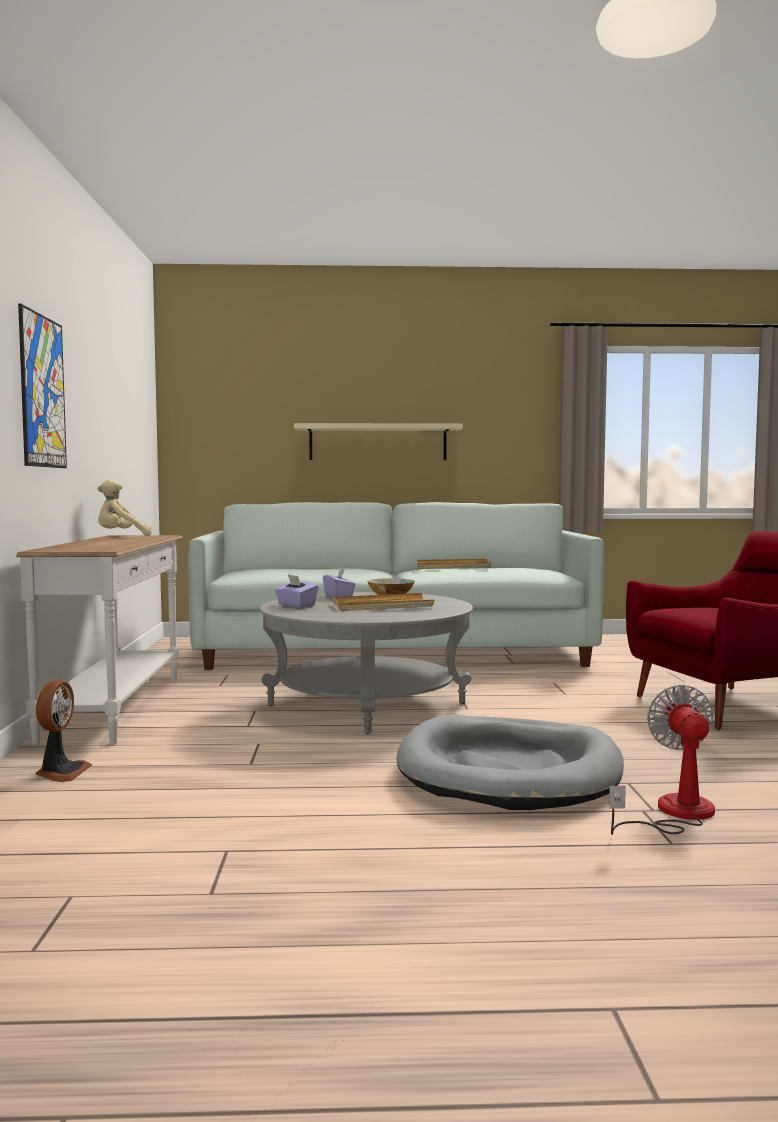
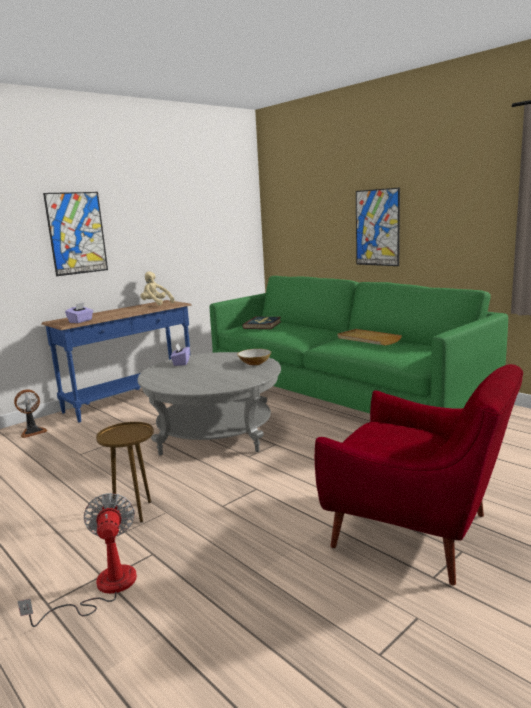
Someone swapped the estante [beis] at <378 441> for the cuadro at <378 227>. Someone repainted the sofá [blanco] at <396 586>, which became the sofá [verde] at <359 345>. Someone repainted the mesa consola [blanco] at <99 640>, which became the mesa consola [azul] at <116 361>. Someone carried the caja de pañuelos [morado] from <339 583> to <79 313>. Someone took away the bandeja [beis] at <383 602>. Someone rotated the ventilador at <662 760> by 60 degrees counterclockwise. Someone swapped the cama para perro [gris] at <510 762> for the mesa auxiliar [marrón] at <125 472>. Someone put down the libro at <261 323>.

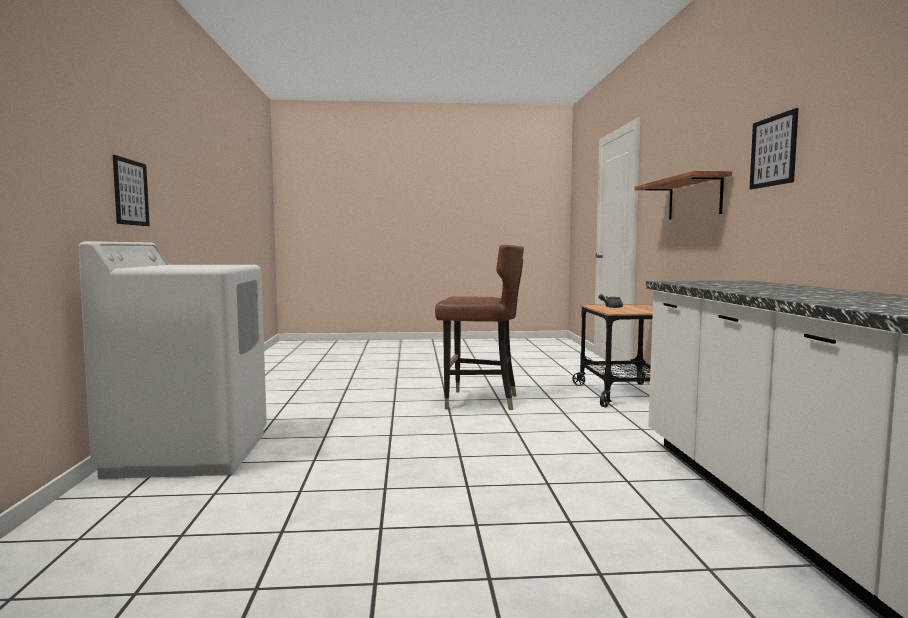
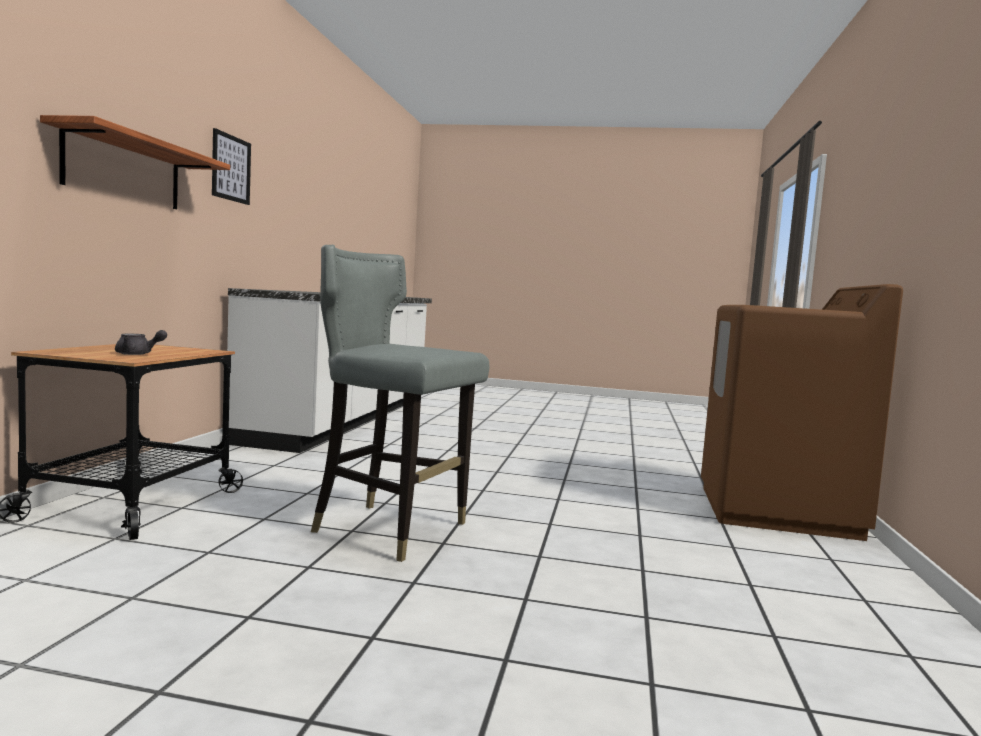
Someone took away the cuadro at <131 190>. Someone repainted the lavadora [blanco] at <172 360>, which became the lavadora [marrón] at <802 412>. Someone repainted the silla [marrón] at <479 327>, which became the silla [gris] at <400 403>.

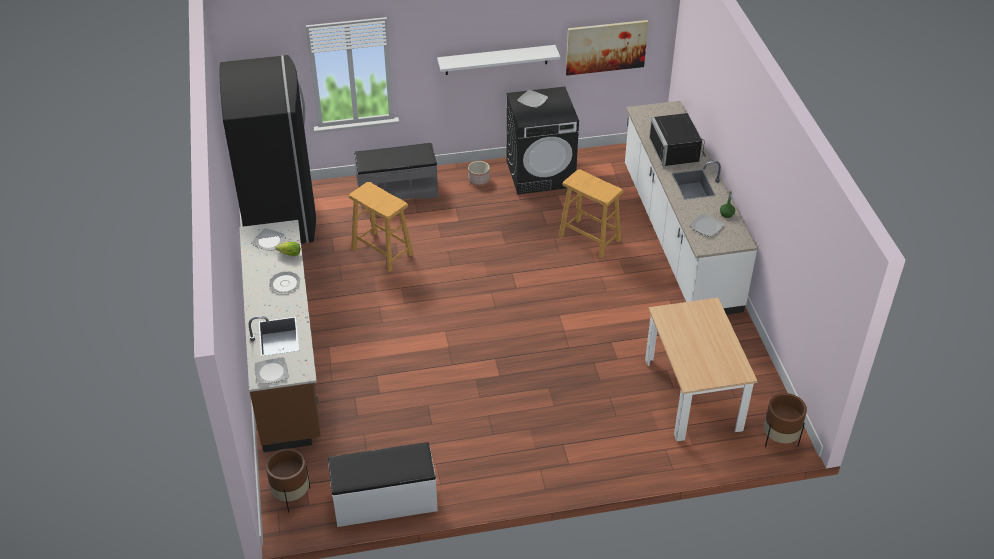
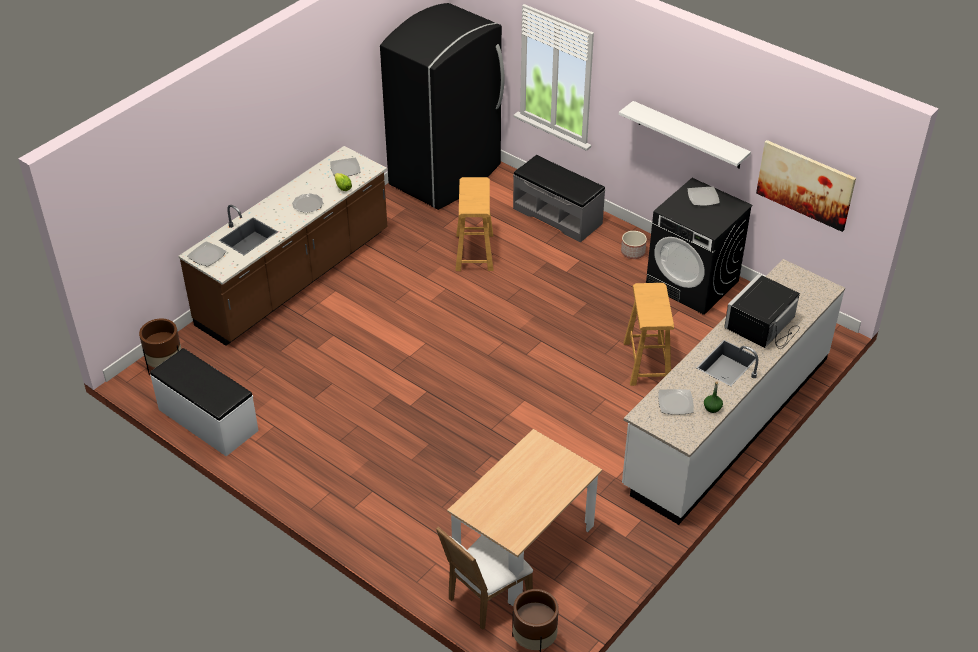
Someone put down the silla [blanco] at <484 578>.

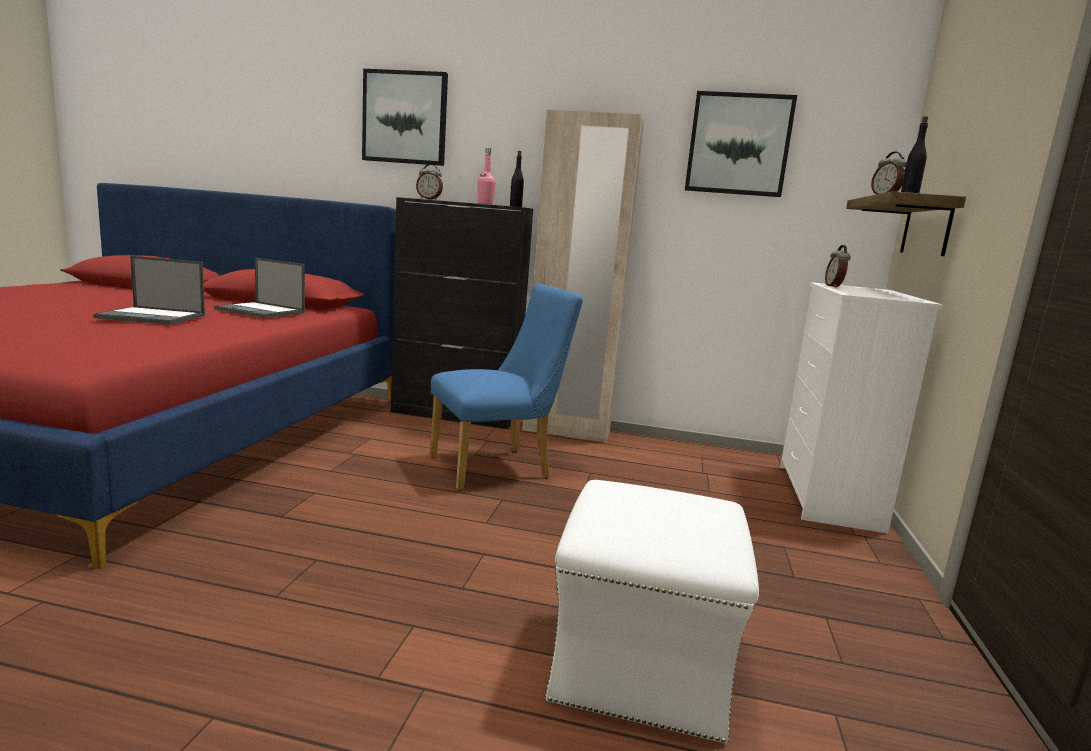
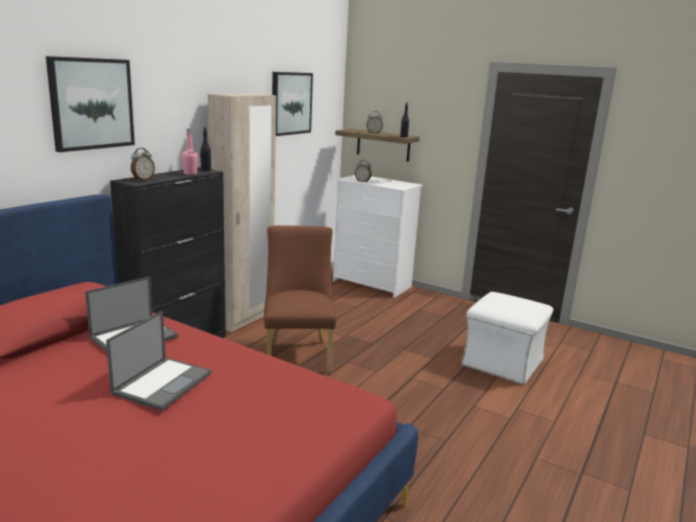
Someone repainted the silla [azul] at <506 387>, which became the silla [marrón] at <300 299>.

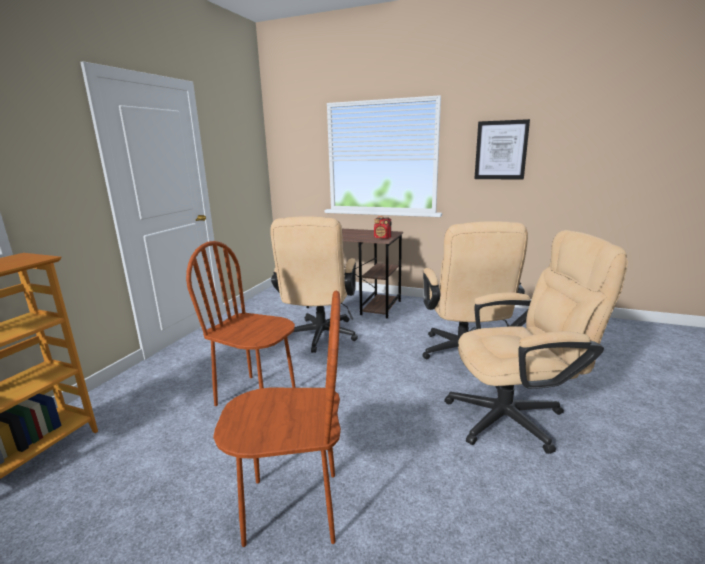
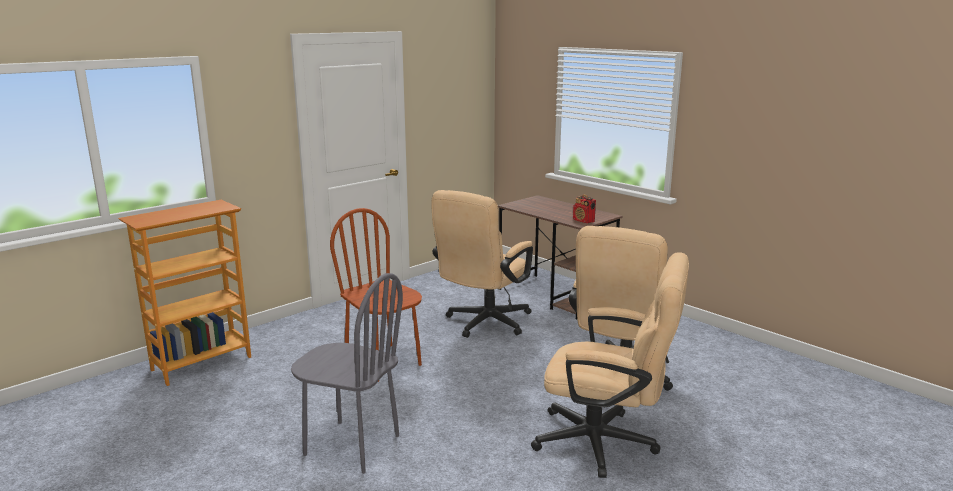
Someone took away the cuadro at <502 149>. Someone repainted the silla [marrón] at <277 419>, which became the silla [gris] at <347 373>.

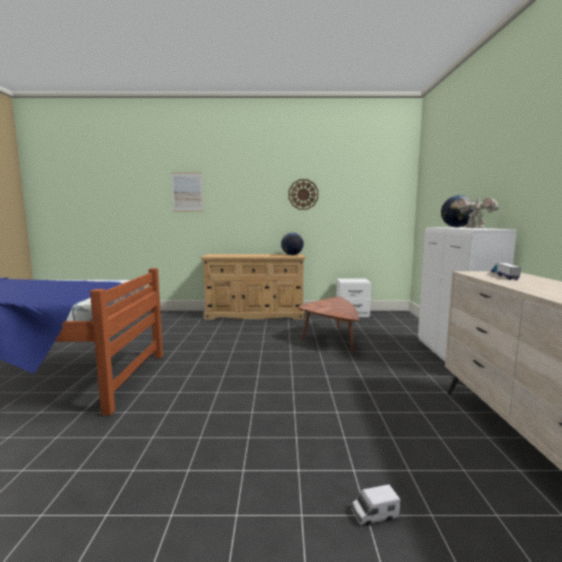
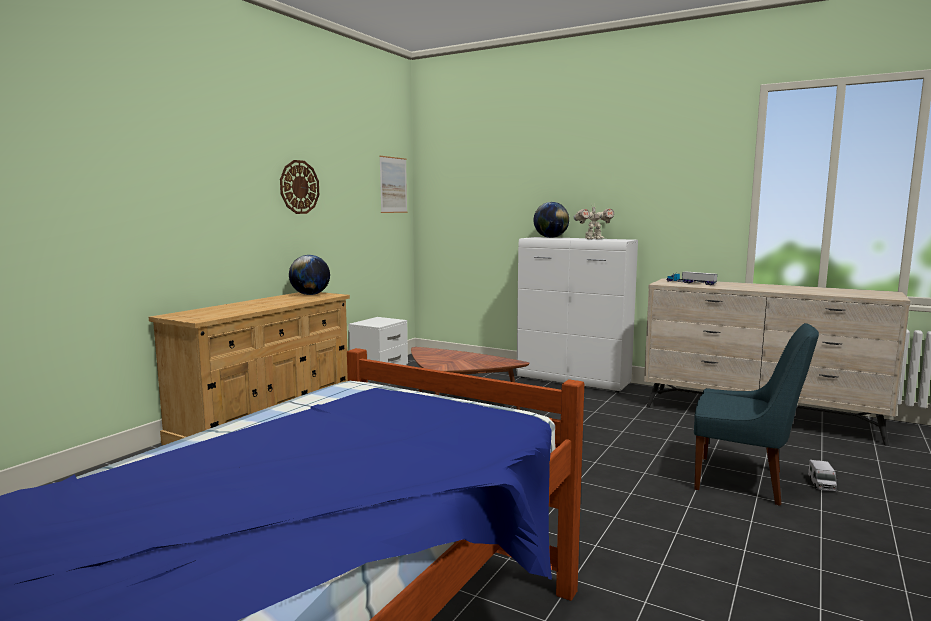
Someone carried the cuadro from <187 192> to <393 184>. Someone put down the silla [azul] at <756 414>.

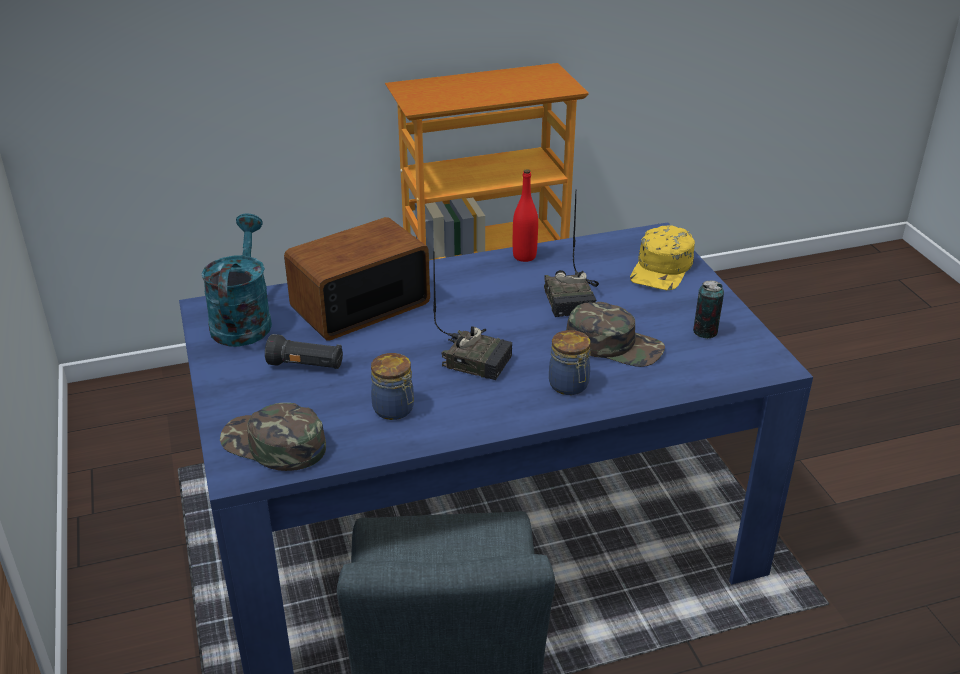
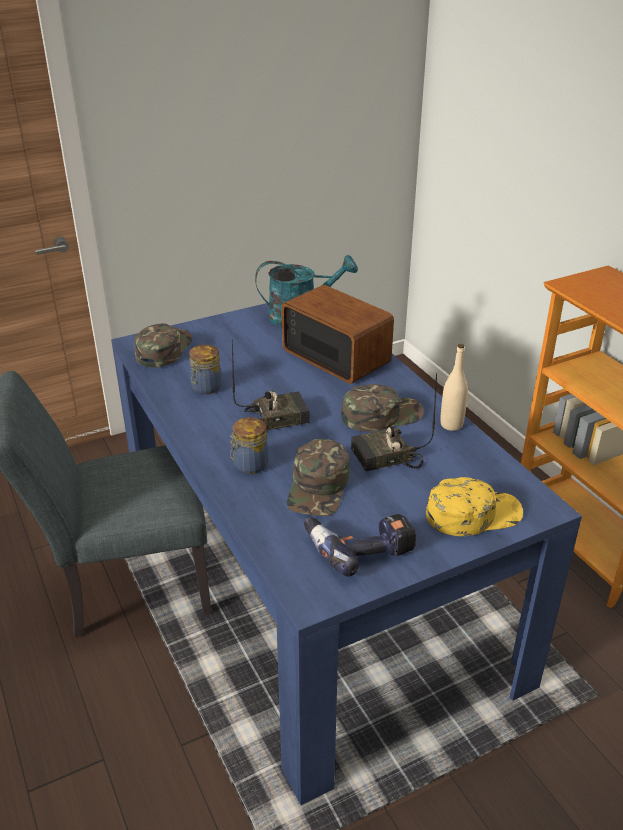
Someone repainted the botella [rojo] at <525 215>, which became the botella [beis] at <454 387>. Someone rotated the gorra [amarillo] at <662 257> by 150 degrees clockwise. Someone rotated the radio at <472 315> by 120 degrees counterclockwise. Someone swapped the lata at <708 309> for the taladro at <360 545>. Someone took away the linterna [negro] at <304 351>. Someone put down the gorra [verde] at <382 408>.

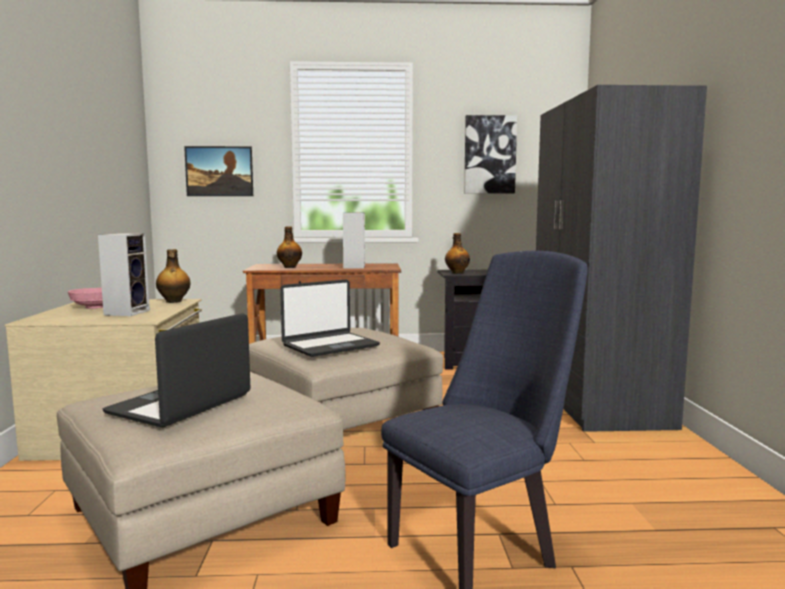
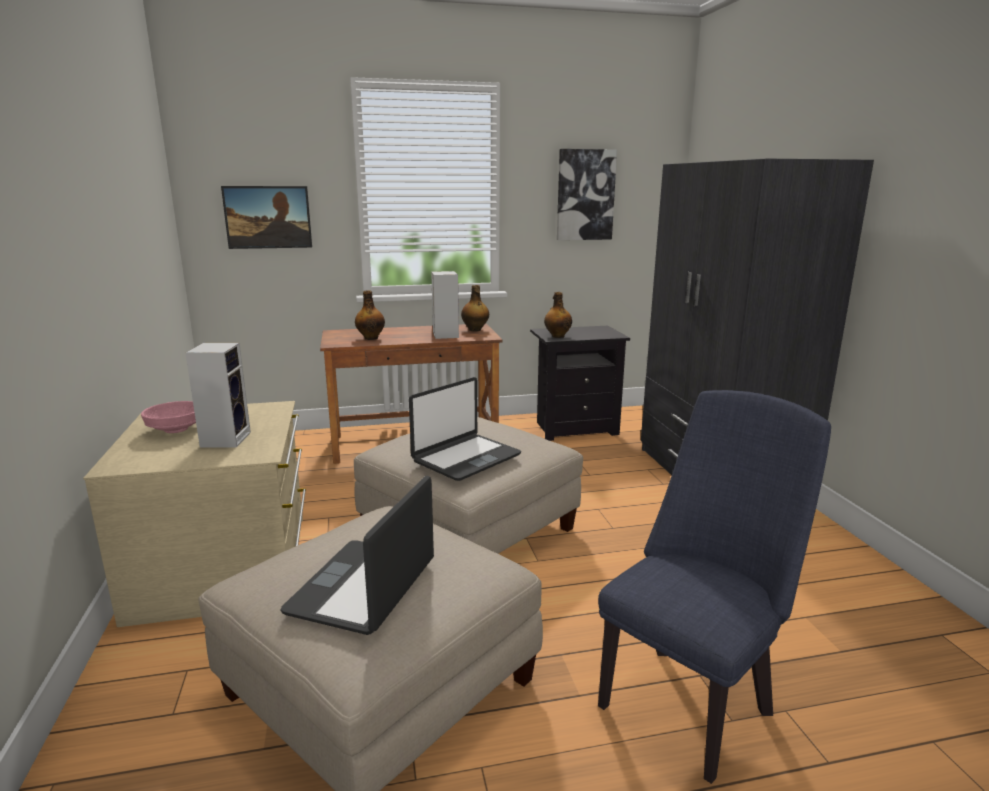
Someone carried the botella from <173 276> to <475 308>.

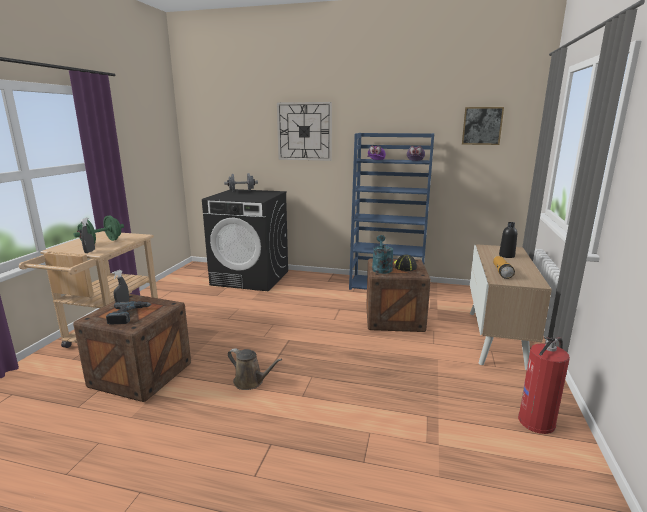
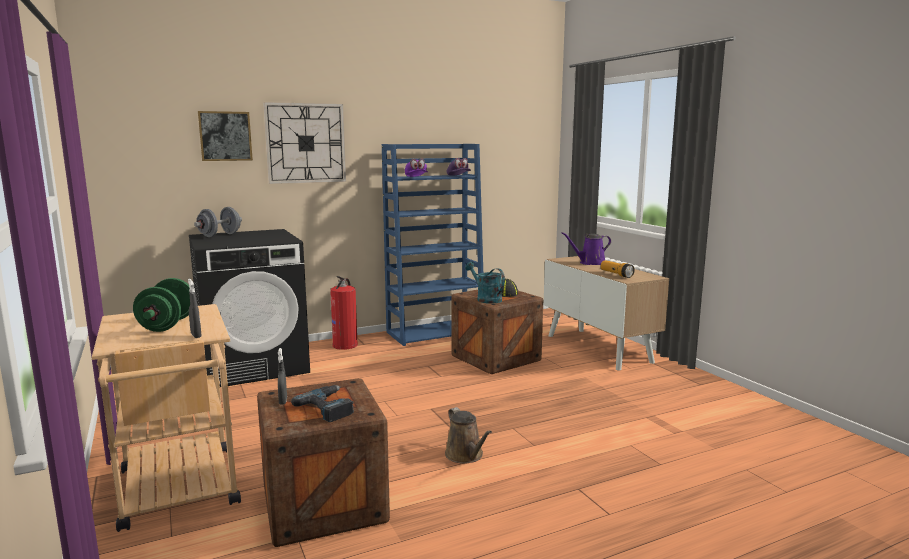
Someone carried the cuadro from <483 126> to <225 136>. Someone swapped the botella [negro] at <508 240> for the regadera [morado] at <586 248>. Someone carried the extintor from <544 385> to <344 313>. Someone rotated the regadera [marrón] at <255 369> by 75 degrees clockwise.

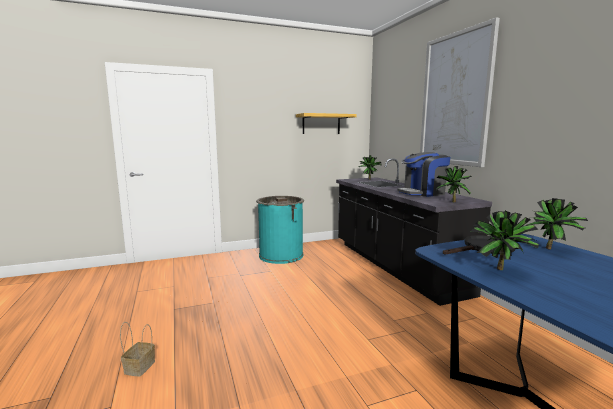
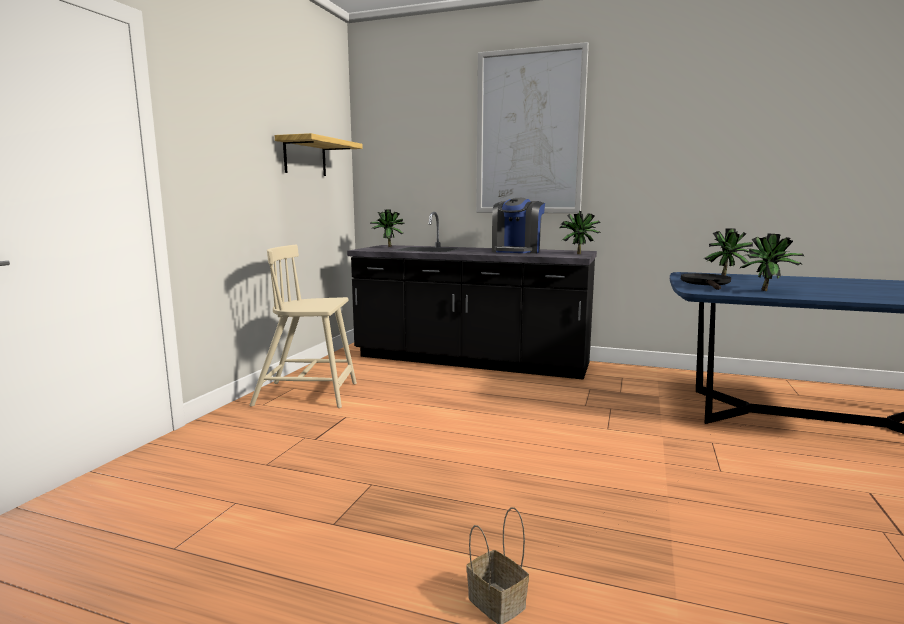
Someone swapped the papelera [turquesa] at <280 230> for the silla [beis] at <303 326>.

